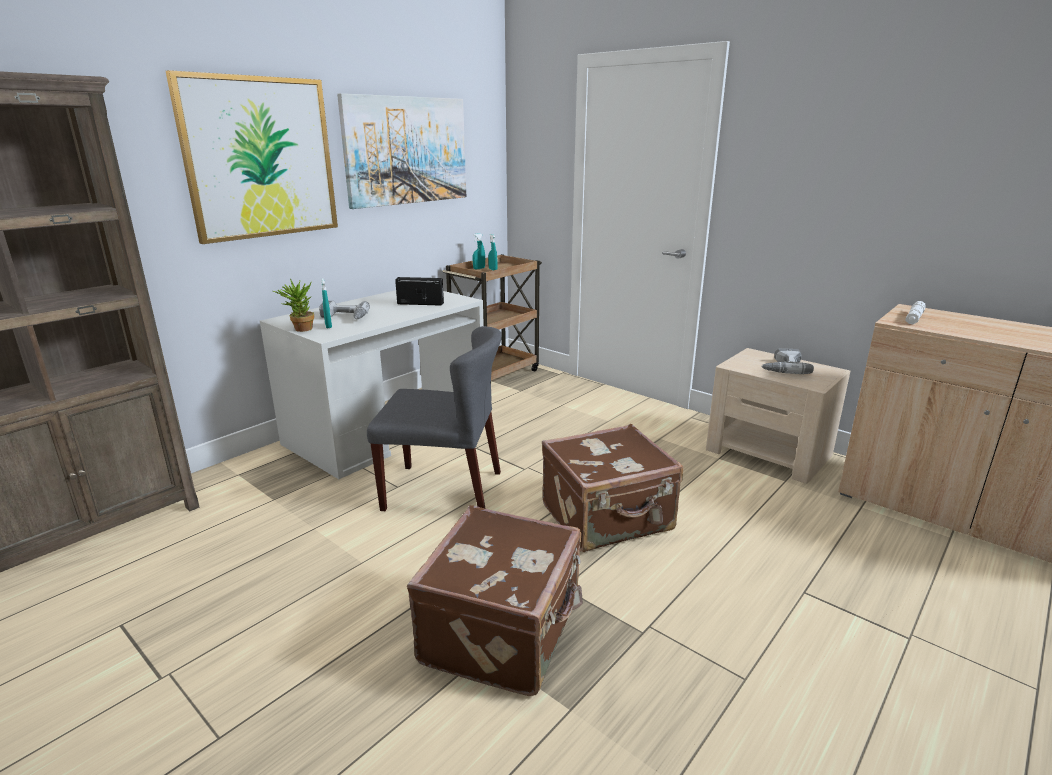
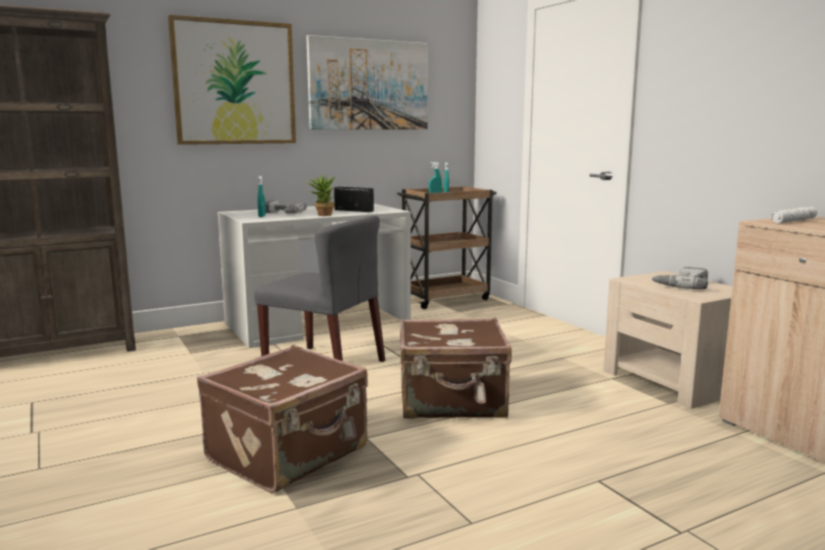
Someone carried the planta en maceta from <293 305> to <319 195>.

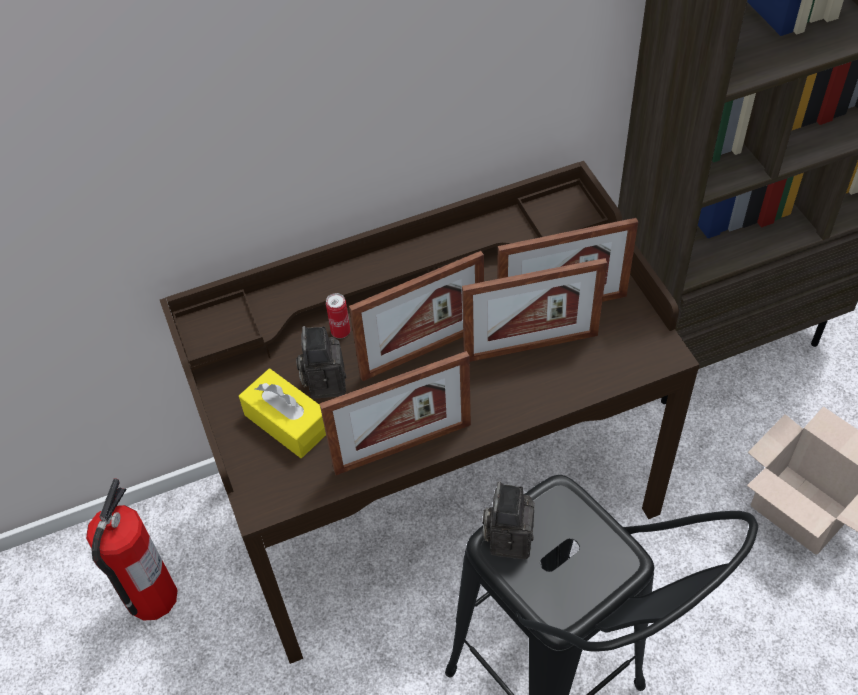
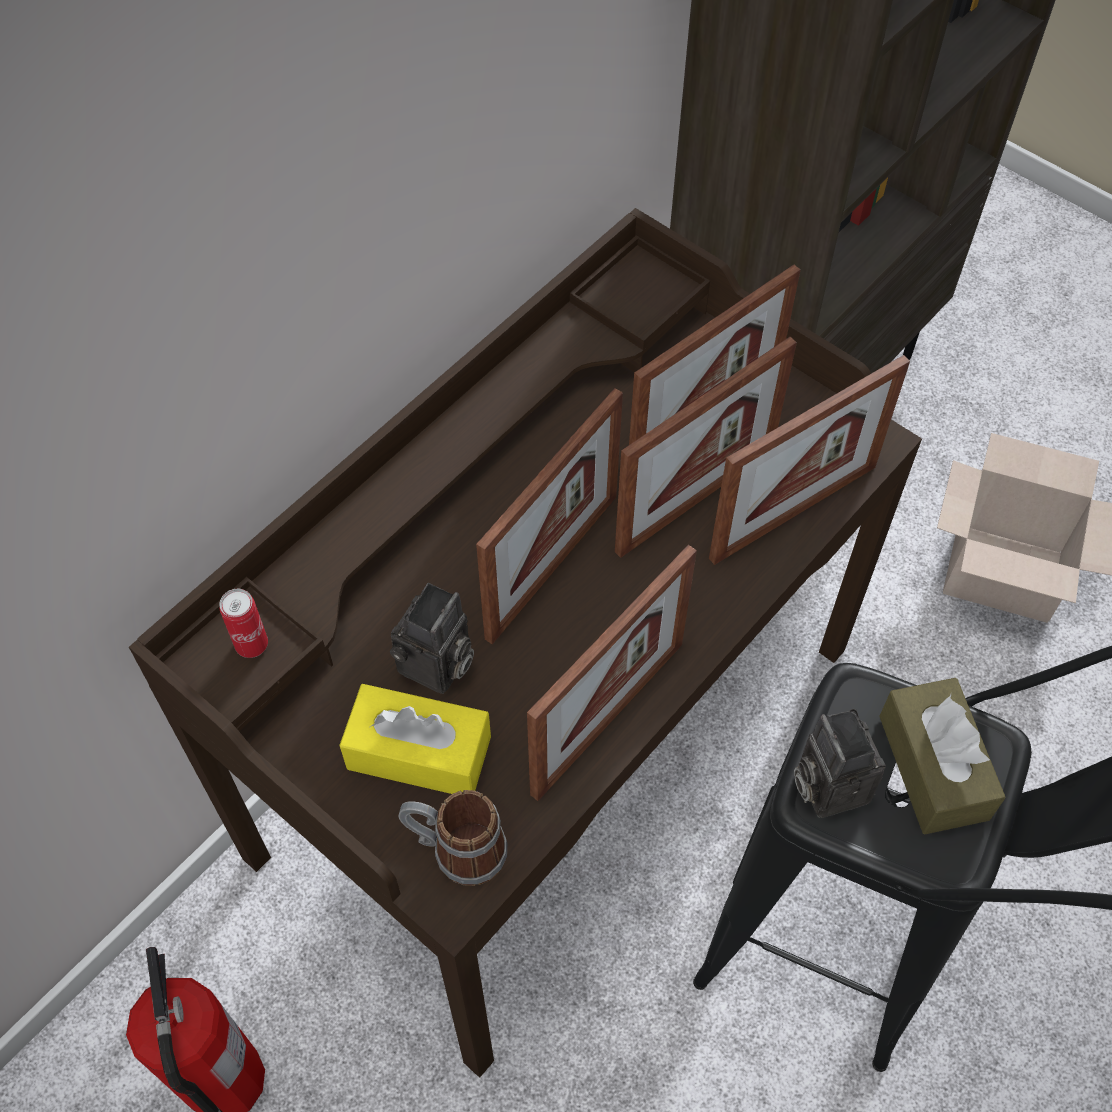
Someone carried the lata from <338 315> to <243 623>. Someone rotated the cámara at <321 362> by 120 degrees counterclockwise. Someone put down the portarretratos at <809 460>. Someone put down the caja de pañuelos [marrón] at <942 756>. Someone put down the taza grande at <452 838>.

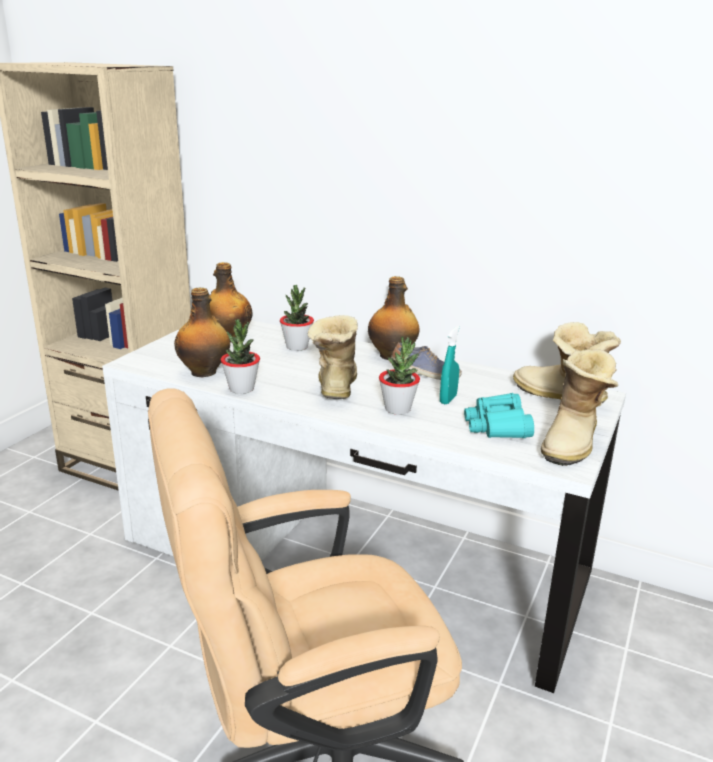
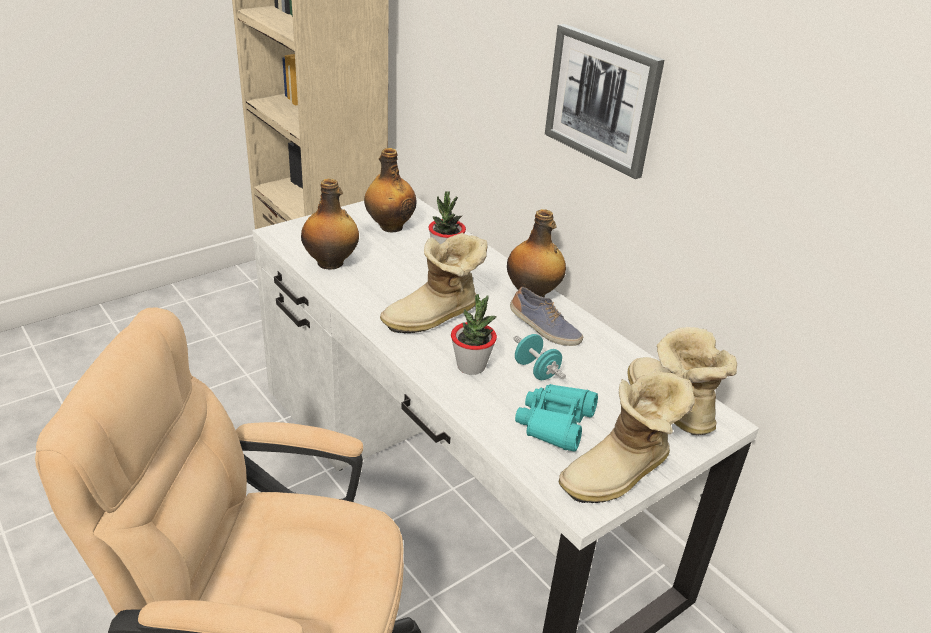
Someone rotated the bota at <333 357> by 150 degrees counterclockwise. Someone took away the planta en maceta at <240 356>. Someone swapped the pulverizador [turquesa] at <450 365> for the mancuerna [turquesa] at <539 357>. Someone put up the cuadro at <604 101>.

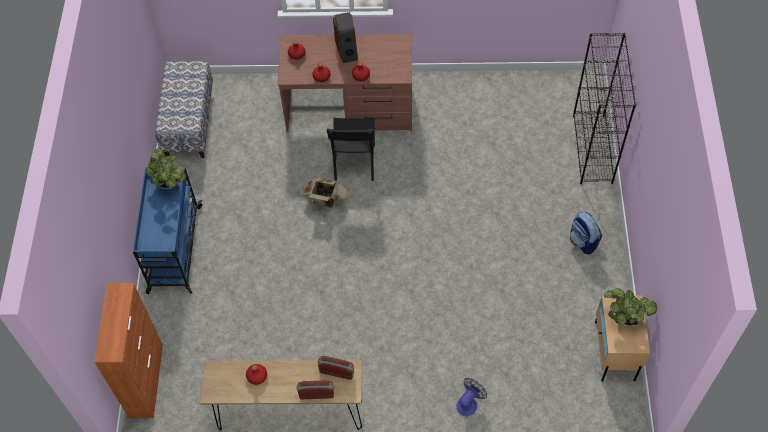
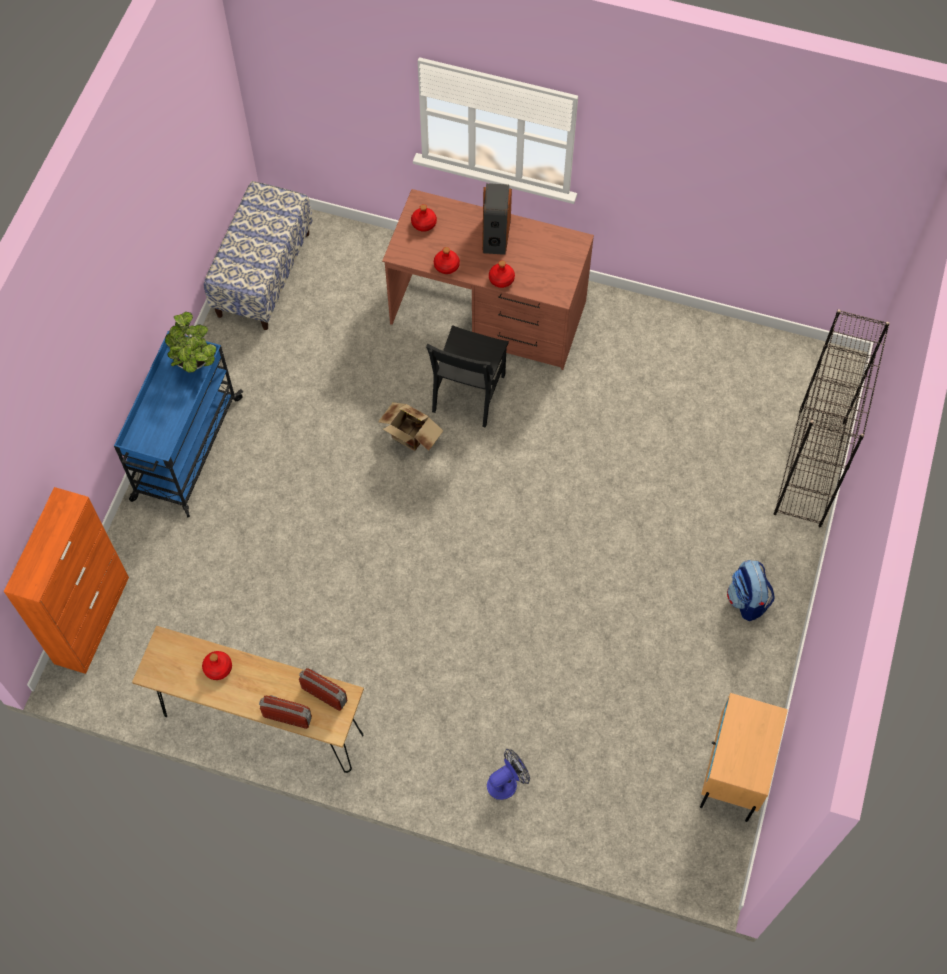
Someone took away the planta en maceta at <630 307>.

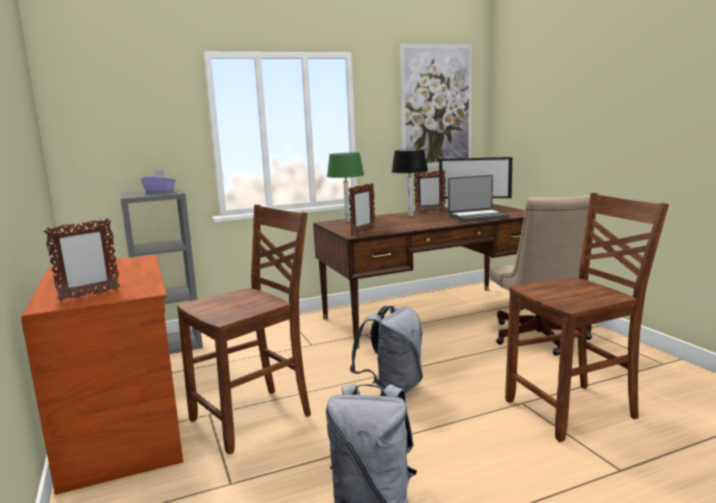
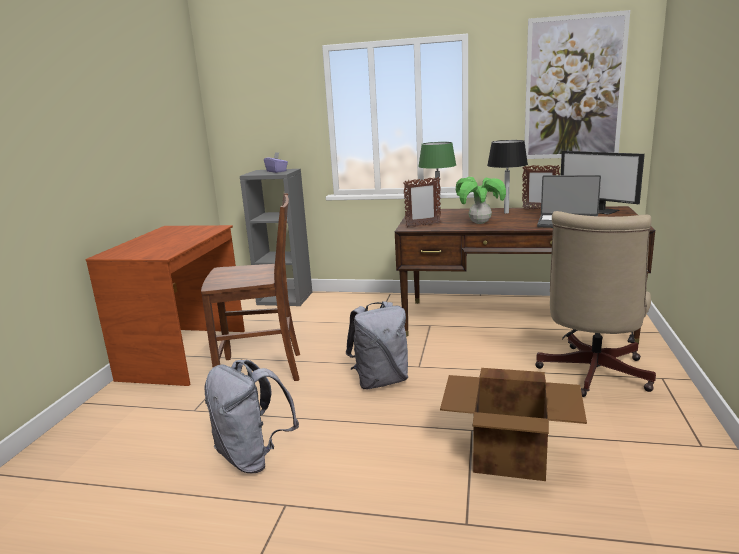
Someone swapped the silla [marrón] at <587 317> for the caja de cartón at <513 424>. Someone took away the portarretratos at <82 259>. Someone put down the planta en maceta at <481 200>.

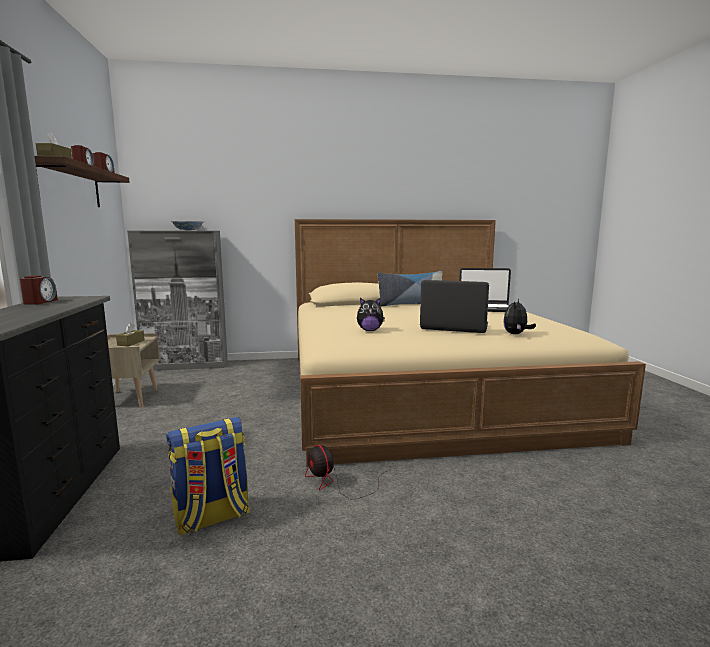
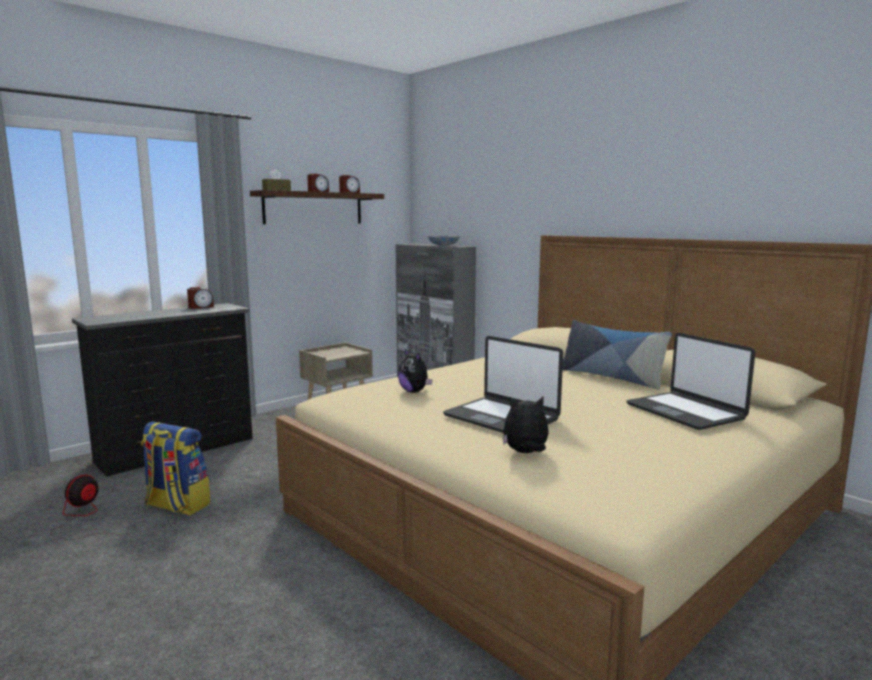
Someone rotated the portátil at <454 306> by 150 degrees clockwise. Someone took away the caja de pañuelos [marrón] at <130 334>. Someone carried the ventilador from <347 472> to <85 507>.

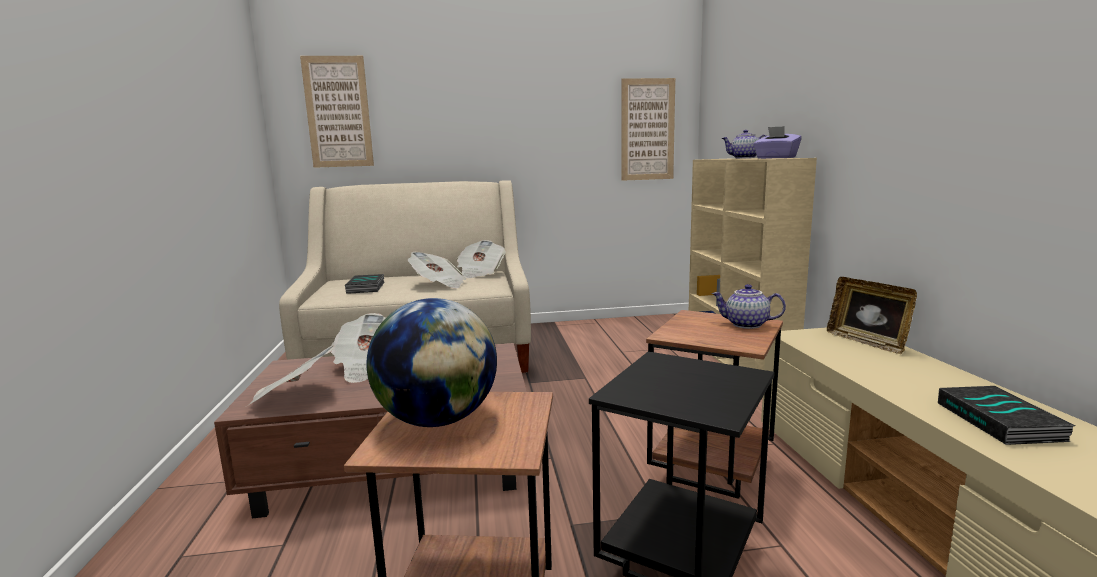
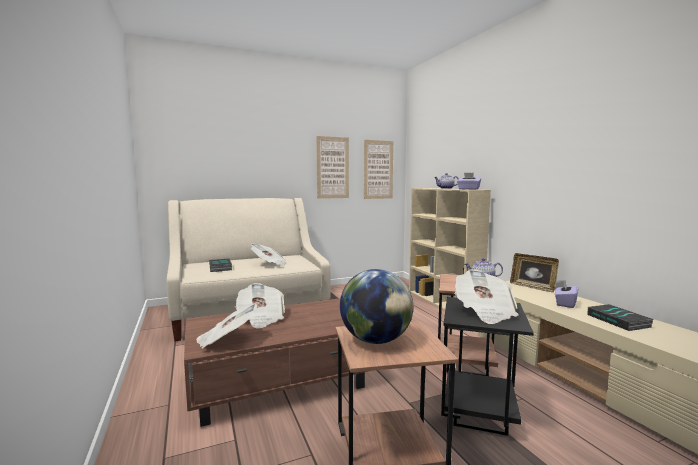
Someone carried the cuadro from <337 112> to <332 167>. Someone carried the periódico from <481 259> to <486 296>. Someone put down the caja de pañuelos [morado] at <566 294>.

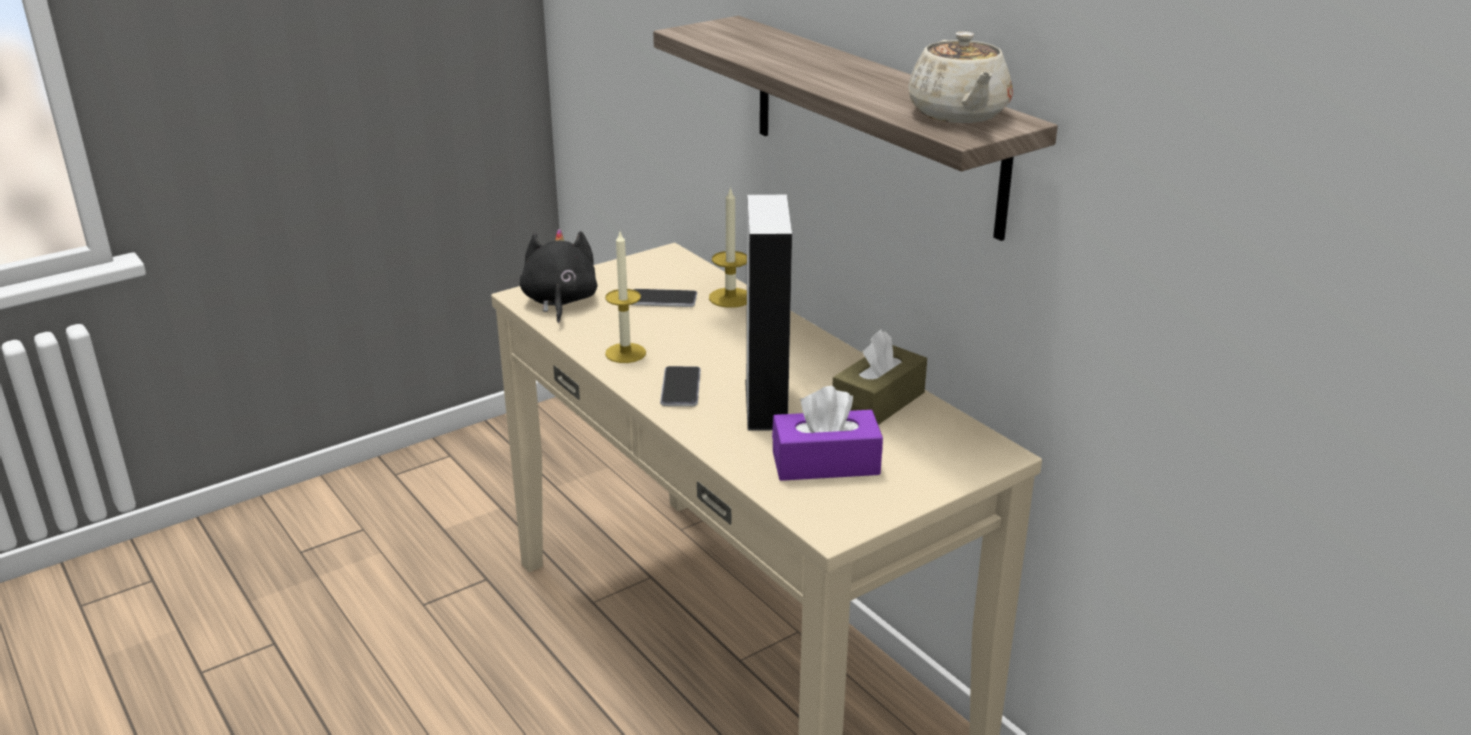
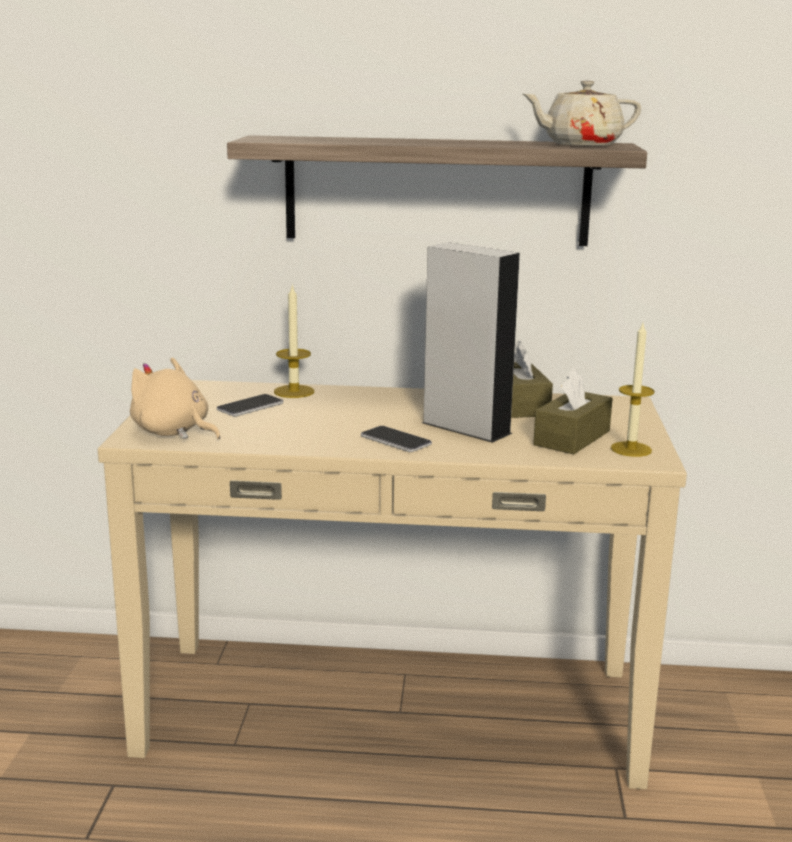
Someone rotated the tetera [beis] at <960 77> by 135 degrees clockwise. Someone repainted the peluche [negro] at <558 276>, which became the peluche [beis] at <175 398>. Someone carried the vela from <625 297> to <633 390>. Someone repainted the caja de pañuelos [morado] at <827 433>, which became the caja de pañuelos [marrón] at <573 411>.

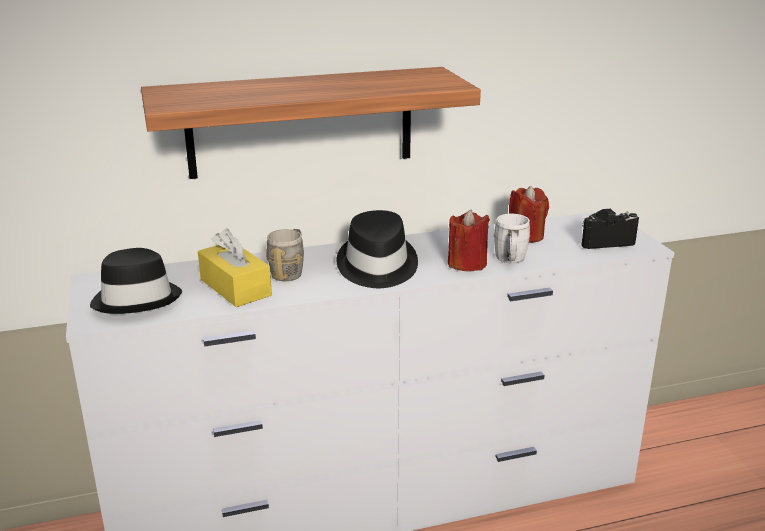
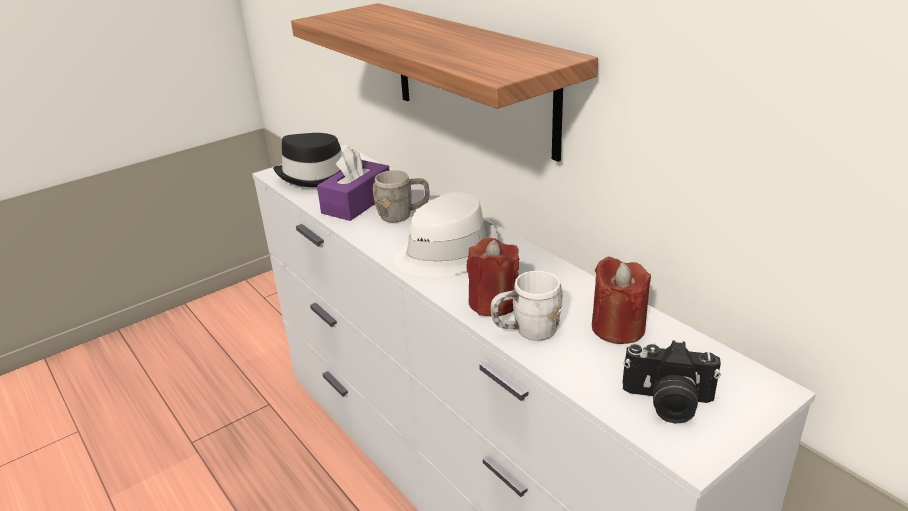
Someone rotated the cámara at <610 229> by 135 degrees clockwise. Someone repainted the sombrero [negro] at <377 249>, which became the sombrero [blanco] at <446 234>. Someone repainted the caja de pañuelos [amarillo] at <235 268>, which became the caja de pañuelos [morado] at <353 183>.

